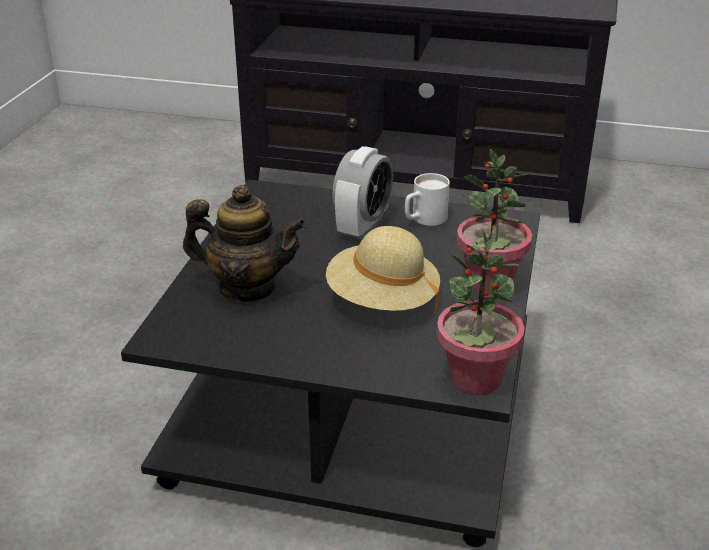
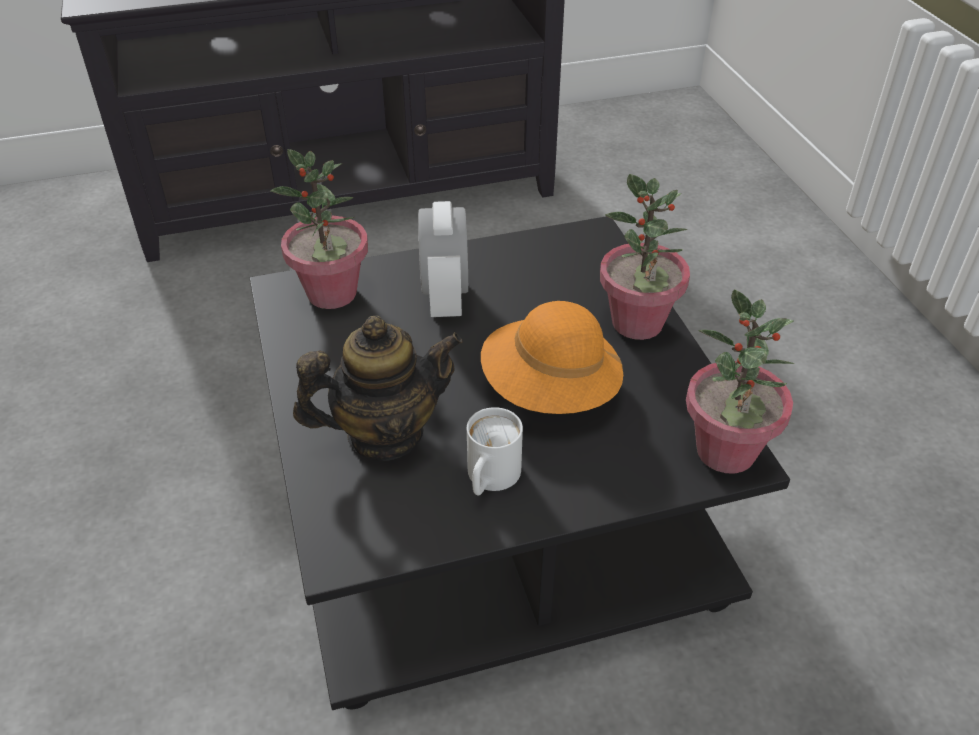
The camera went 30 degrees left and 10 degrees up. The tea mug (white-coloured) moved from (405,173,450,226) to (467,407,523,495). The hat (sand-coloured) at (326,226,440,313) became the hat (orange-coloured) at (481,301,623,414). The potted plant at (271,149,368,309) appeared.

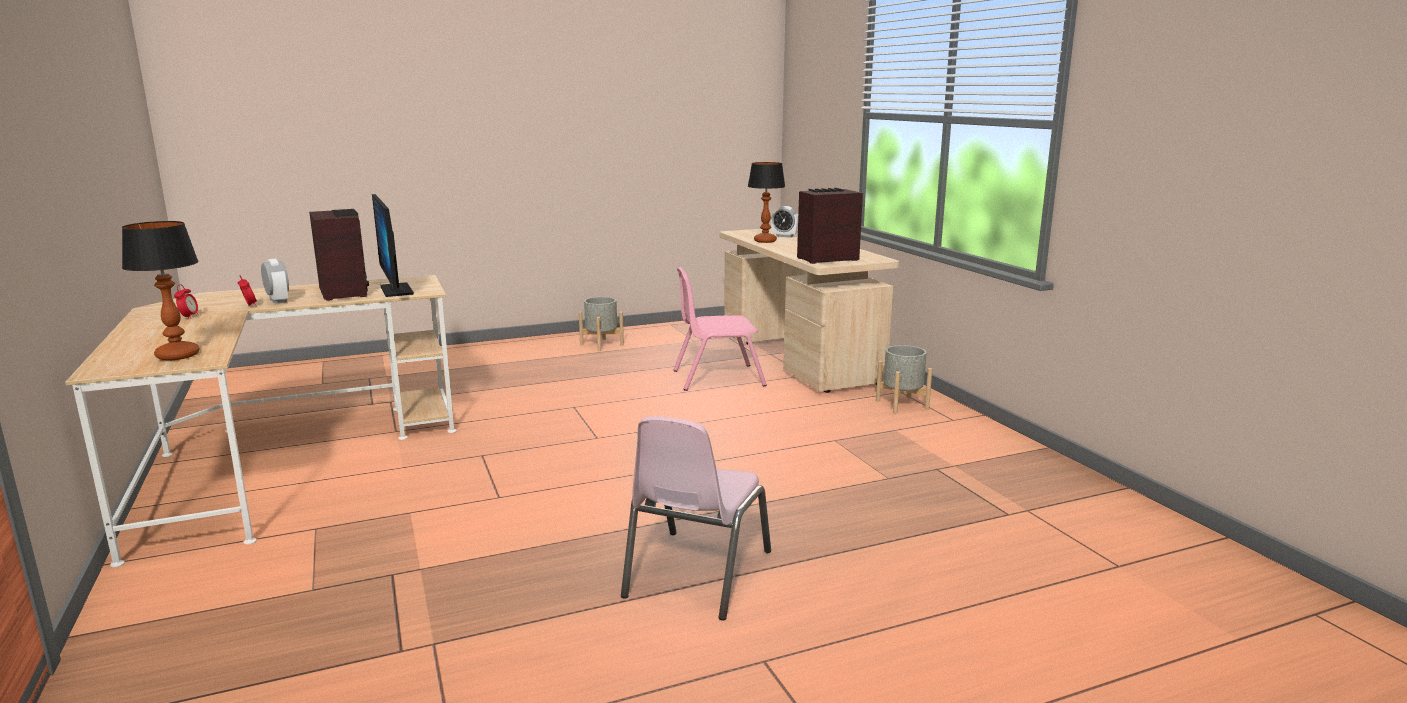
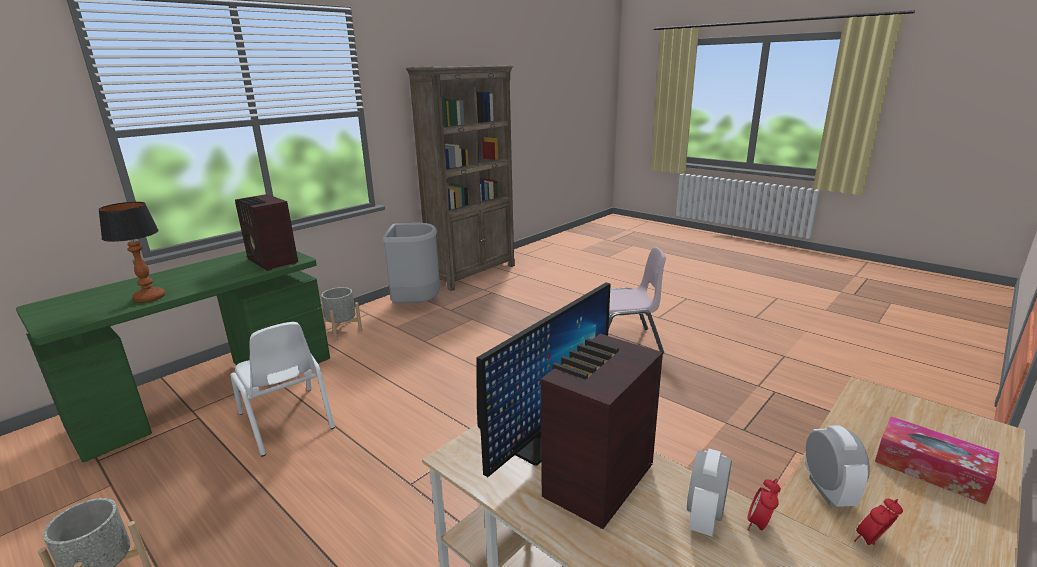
The camera went 115 degrees left and 5 degrees up. The bedside clock moved from (771,206,798,237) to (805,425,870,507). The table lamp at (122,221,200,361) disappeared. The desk table (sand-coloured) at (720,228,899,393) became the desk table (greenish) at (16,251,330,462). The plain chair (pink-coloured) at (674,267,767,391) became the plain chair (white-coloured) at (230,322,335,456). The bookshelf (brownish) at (406,65,515,291) appeared. The rubbish bin (grey) at (382,223,440,303) appeared. The box of tissues at (875,416,999,505) appeared.

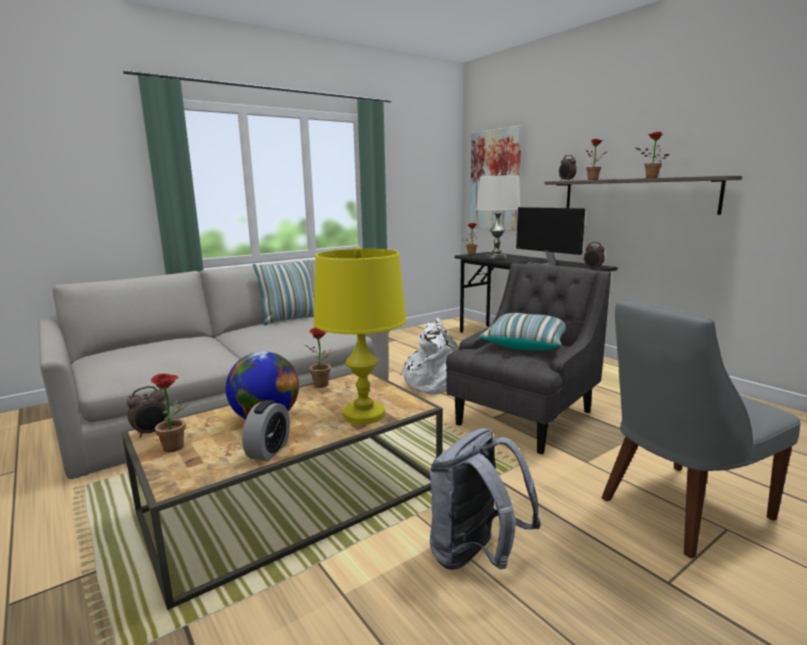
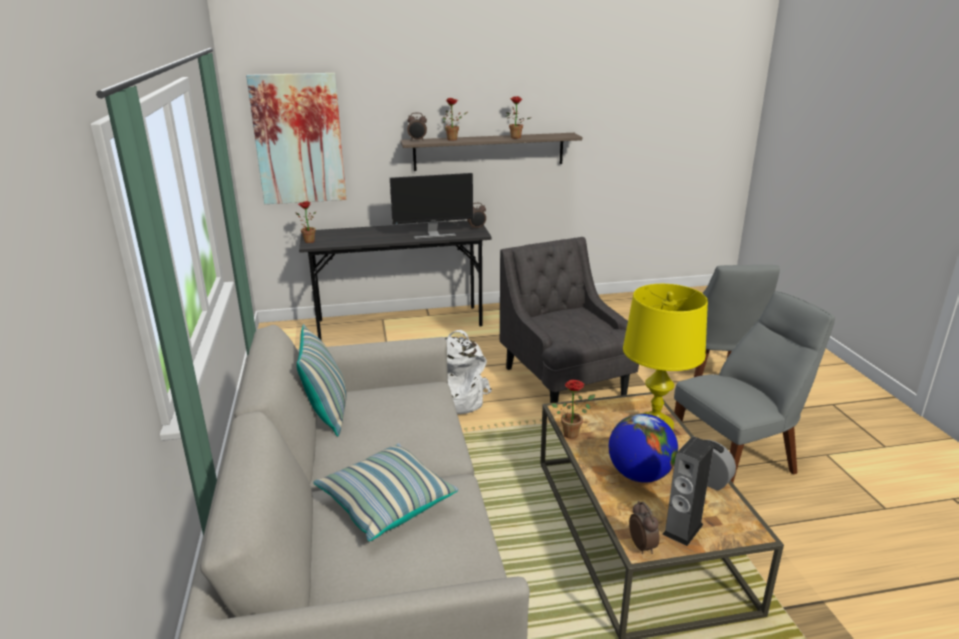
The camera went 65 degrees left and 10 degrees up. The table lamp (white-coloured) at (476,173,520,260) disappeared. The cushion moved from (479,313,566,350) to (313,443,458,541). The potted plant at (146,374,189,452) was replaced by the audio speaker at (662,436,714,546). The knapsack (grey) at (430,428,541,570) was replaced by the plain chair (grey) at (674,292,835,483).

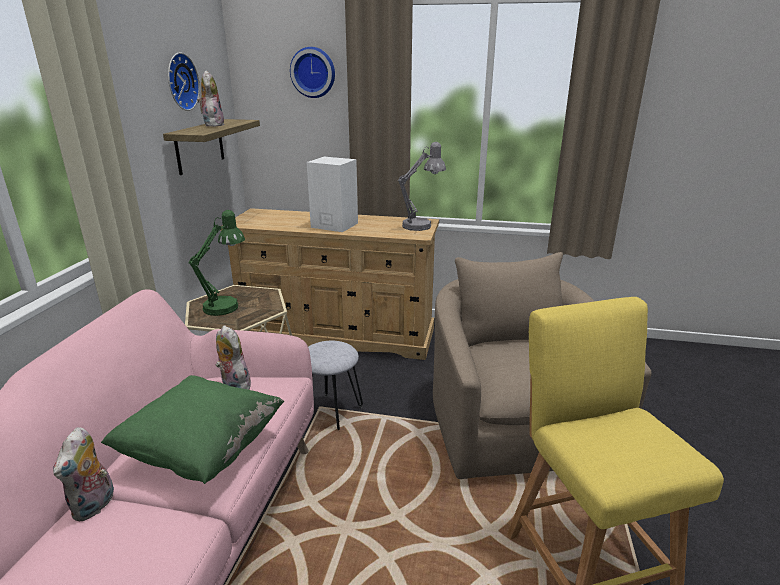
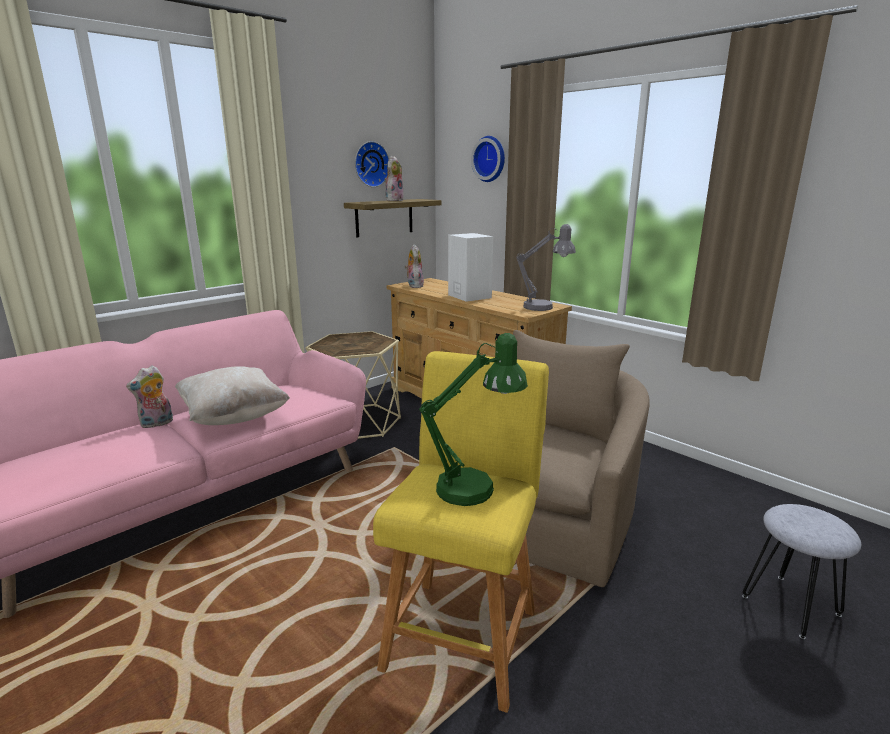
The camera went 35 degrees right and 5 degrees down. The table lamp (greenish) moved from (188,210,245,316) to (419,333,528,506). The soft toy moved from (216,325,253,390) to (405,244,424,288). The stool seat (grey) moved from (308,341,363,430) to (742,504,861,639). The cushion (greenish) at (101,375,284,484) became the cushion (sand-coloured) at (175,366,290,425).

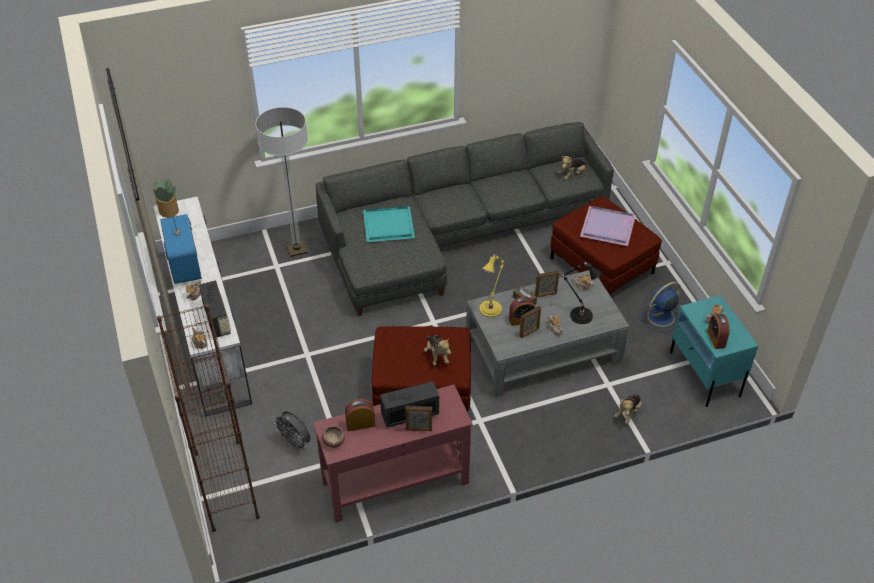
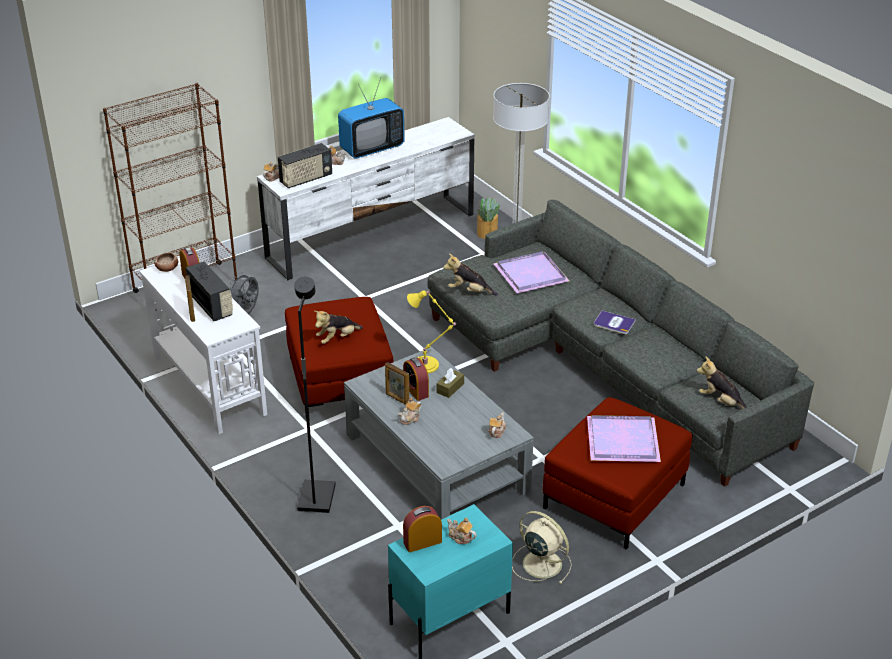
The camera went 75 degrees right and 10 degrees down. The potted plant moved from (153,179,179,218) to (477,197,500,239). The tray (turquoise-coloured) at (363,206,415,242) became the tray (purplish) at (494,251,570,293). The table lamp (blackish) at (562,262,602,324) disappeared. The standing frame at (535,271,559,297) disappeared. The electric fan (blue) at (640,282,681,333) became the electric fan (sand-coloured) at (512,511,572,584). The console table (reddish) at (313,384,473,523) became the console table (white-coloured) at (139,257,267,434). The soft toy moved from (615,394,642,424) to (444,254,498,296). The floor lamp (blackish) at (294,277,336,513) appeared. The book at (594,311,636,334) appeared.

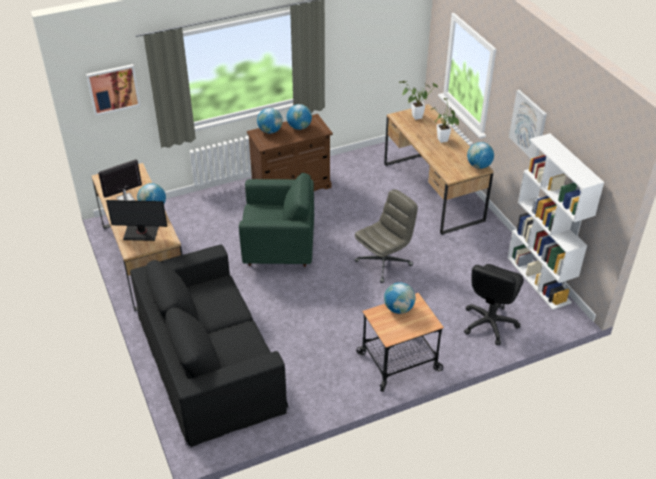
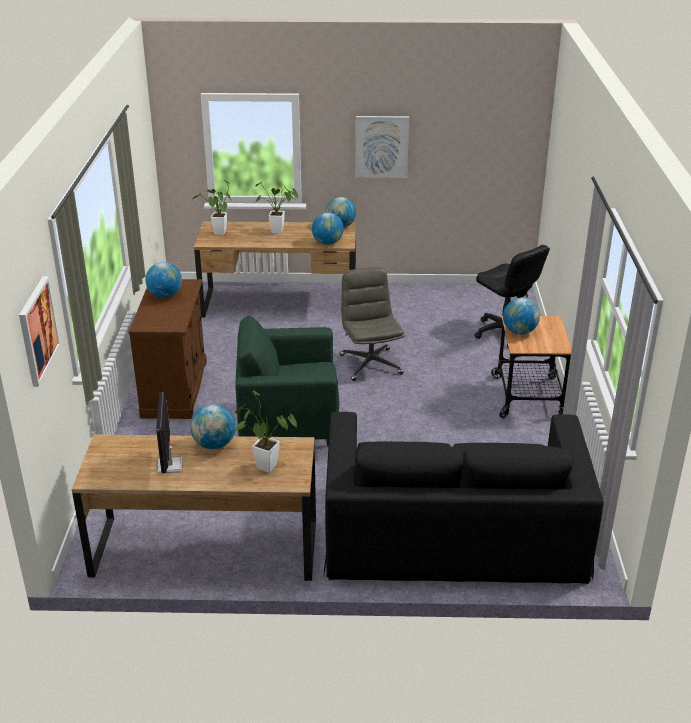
The camera went 65 degrees left and 10 degrees down. The world globe moved from (257,108,283,134) to (312,213,344,245). The bookshelf (white-coloured) at (507,133,604,310) disappeared. The easy chair (greenish) at (239,173,314,267) turned 120 degrees counterclockwise. The computer screen at (106,200,167,241) was replaced by the potted plant at (234,391,297,473).

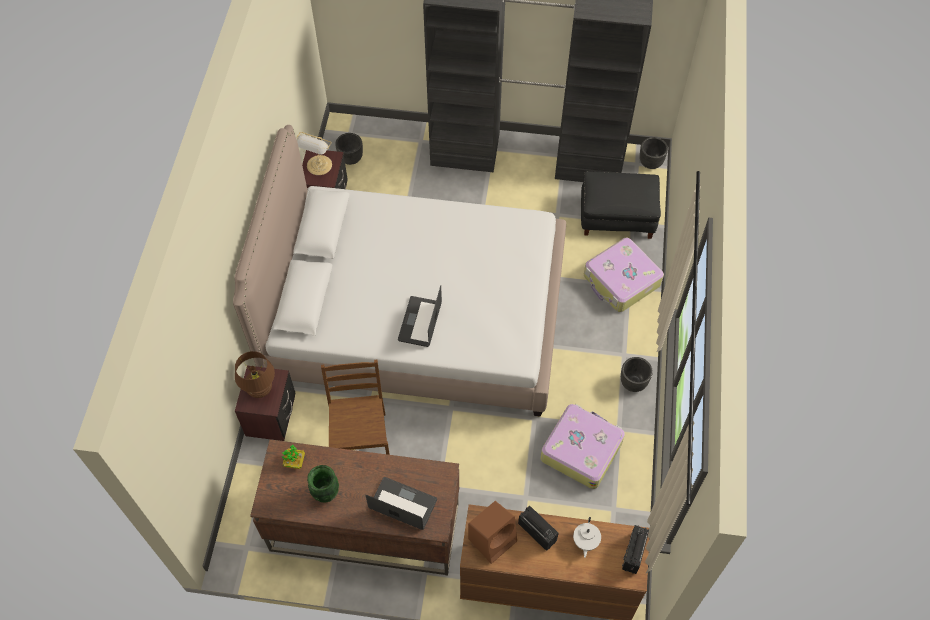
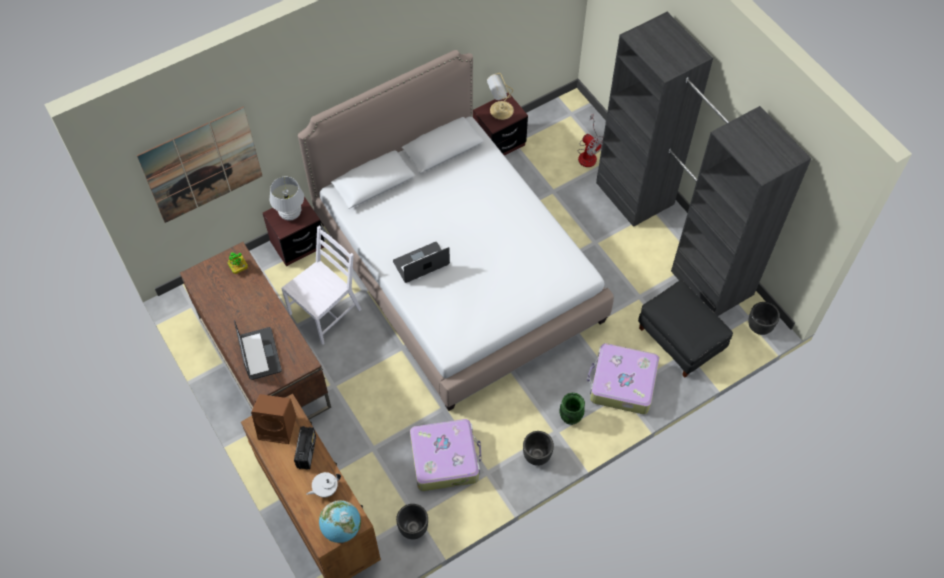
The camera went 50 degrees right and 0 degrees up. The planter (blackish) moved from (335,133,363,165) to (396,504,428,540). The table lamp (brownish) at (235,351,275,398) became the table lamp (white-coloured) at (270,177,304,221). The plain chair (brownish) at (321,360,390,455) became the plain chair (white-coloured) at (281,226,362,345). The decorative vase (greenish) moved from (307,465,339,503) to (559,393,585,425). The radio at (622,525,649,574) was replaced by the world globe at (319,500,361,543). The wall picture at (137,106,262,223) appeared. The electric fan at (578,113,603,167) appeared.

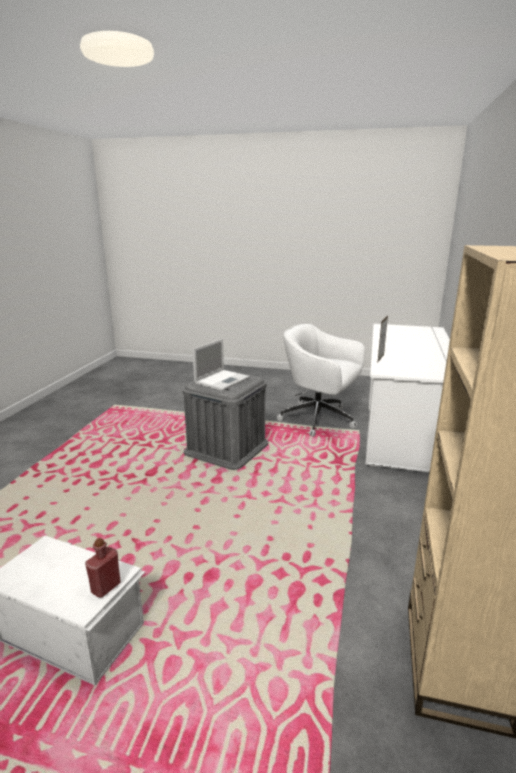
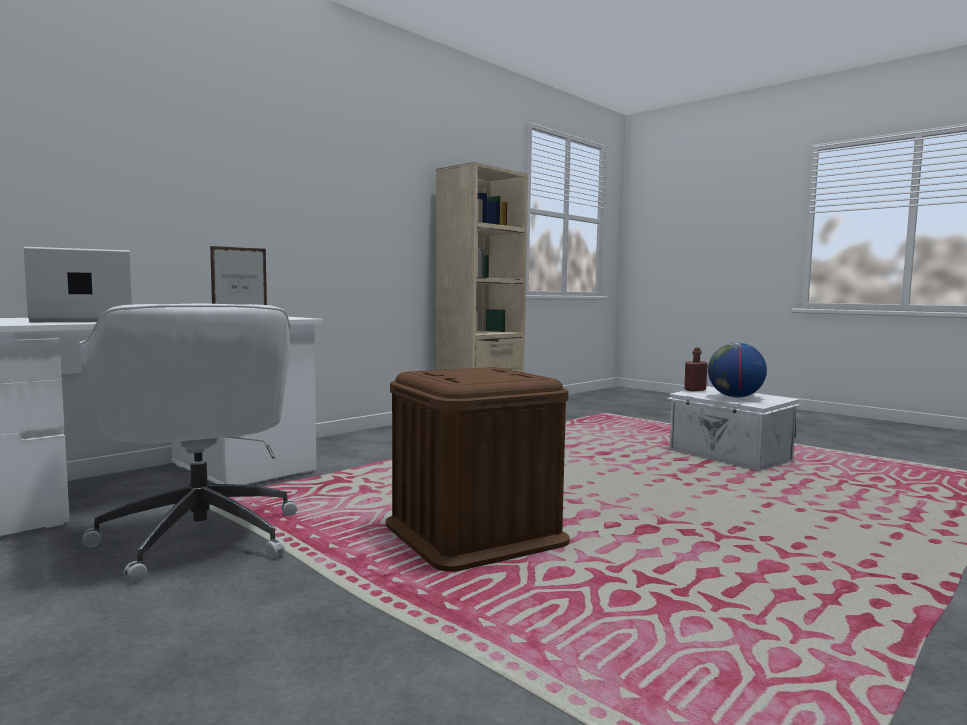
The camera went 150 degrees left and 15 degrees down. The laptop moved from (193,339,250,391) to (24,247,132,322). The storage bin (grey) at (182,371,268,470) became the storage bin (brownish) at (386,367,570,572). The world globe at (708,343,767,398) appeared.

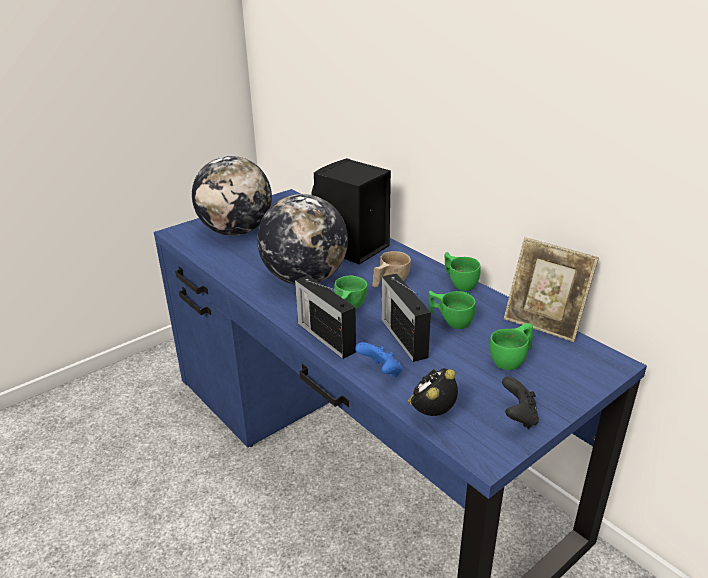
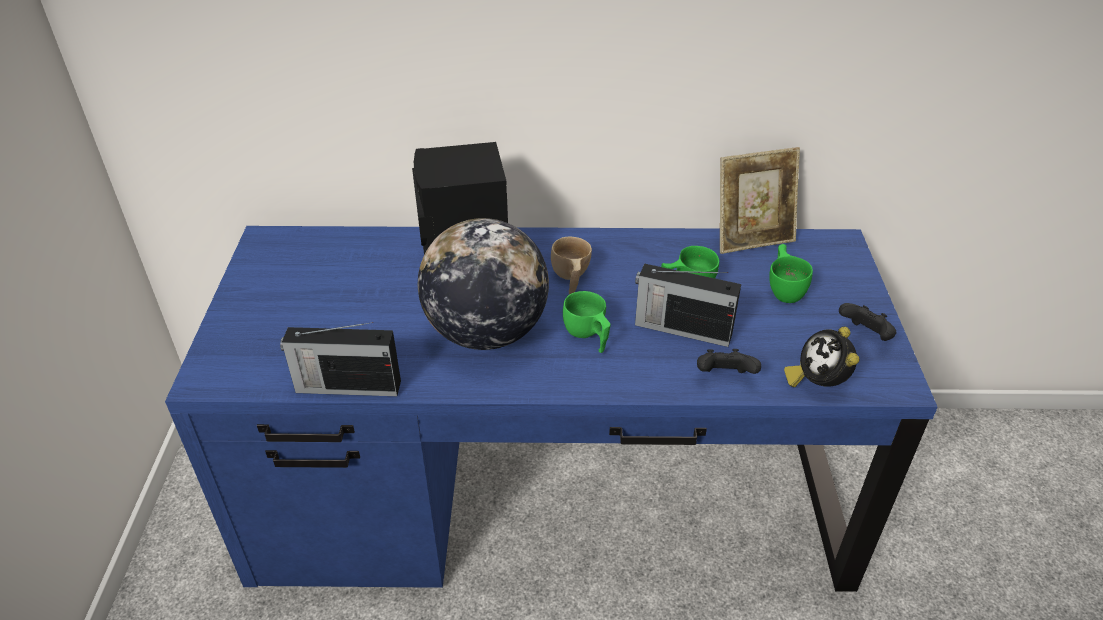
The camera went 50 degrees left and 10 degrees up. The world globe at (192,156,272,236) disappeared. The drinking cup (greenish) at (445,252,481,291) disappeared. The radio moved from (295,275,356,359) to (280,322,401,396). The gamepad (blue) at (355,342,403,377) became the gamepad (blackish) at (697,349,761,374).

